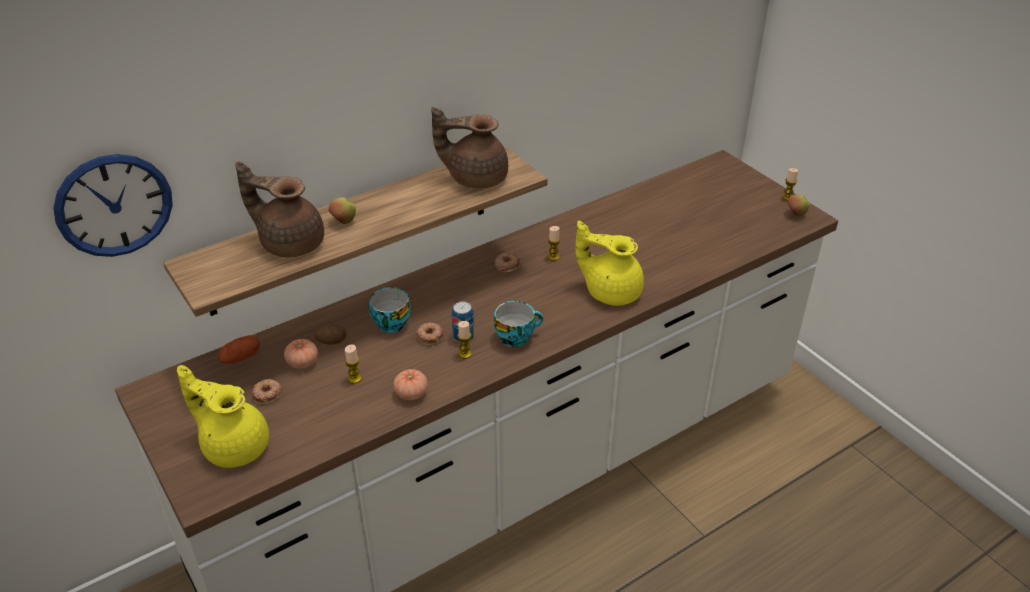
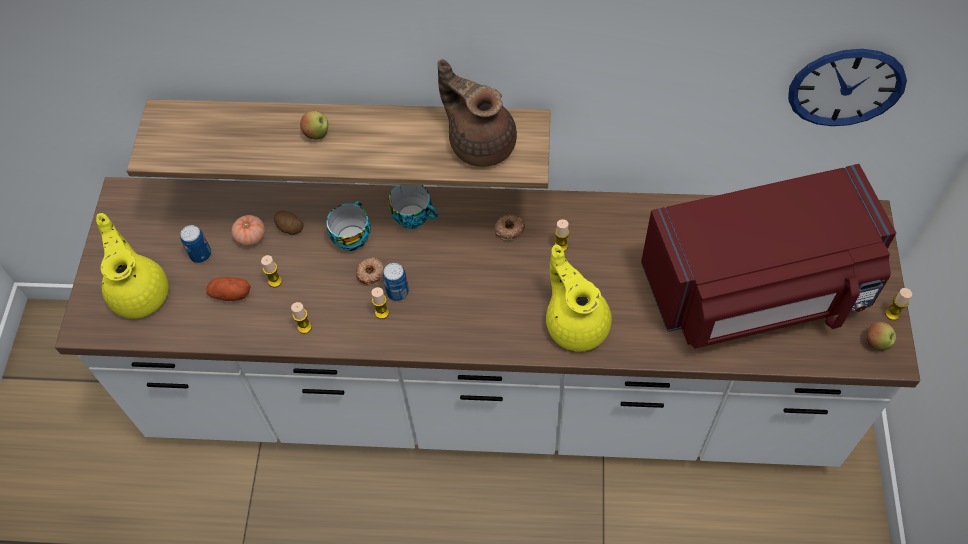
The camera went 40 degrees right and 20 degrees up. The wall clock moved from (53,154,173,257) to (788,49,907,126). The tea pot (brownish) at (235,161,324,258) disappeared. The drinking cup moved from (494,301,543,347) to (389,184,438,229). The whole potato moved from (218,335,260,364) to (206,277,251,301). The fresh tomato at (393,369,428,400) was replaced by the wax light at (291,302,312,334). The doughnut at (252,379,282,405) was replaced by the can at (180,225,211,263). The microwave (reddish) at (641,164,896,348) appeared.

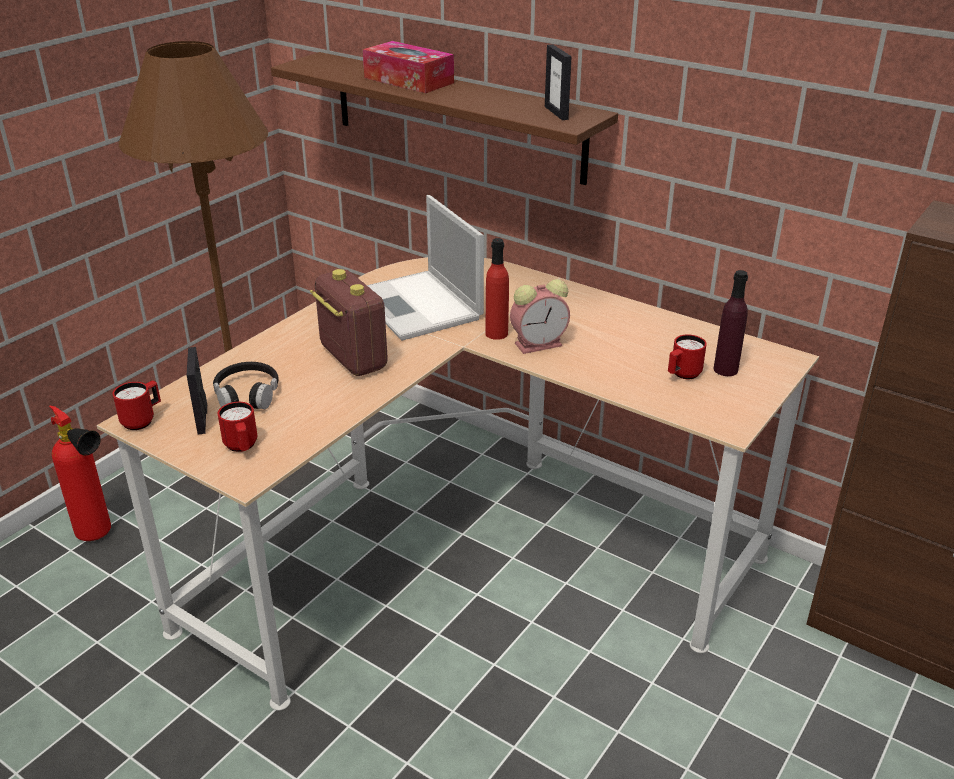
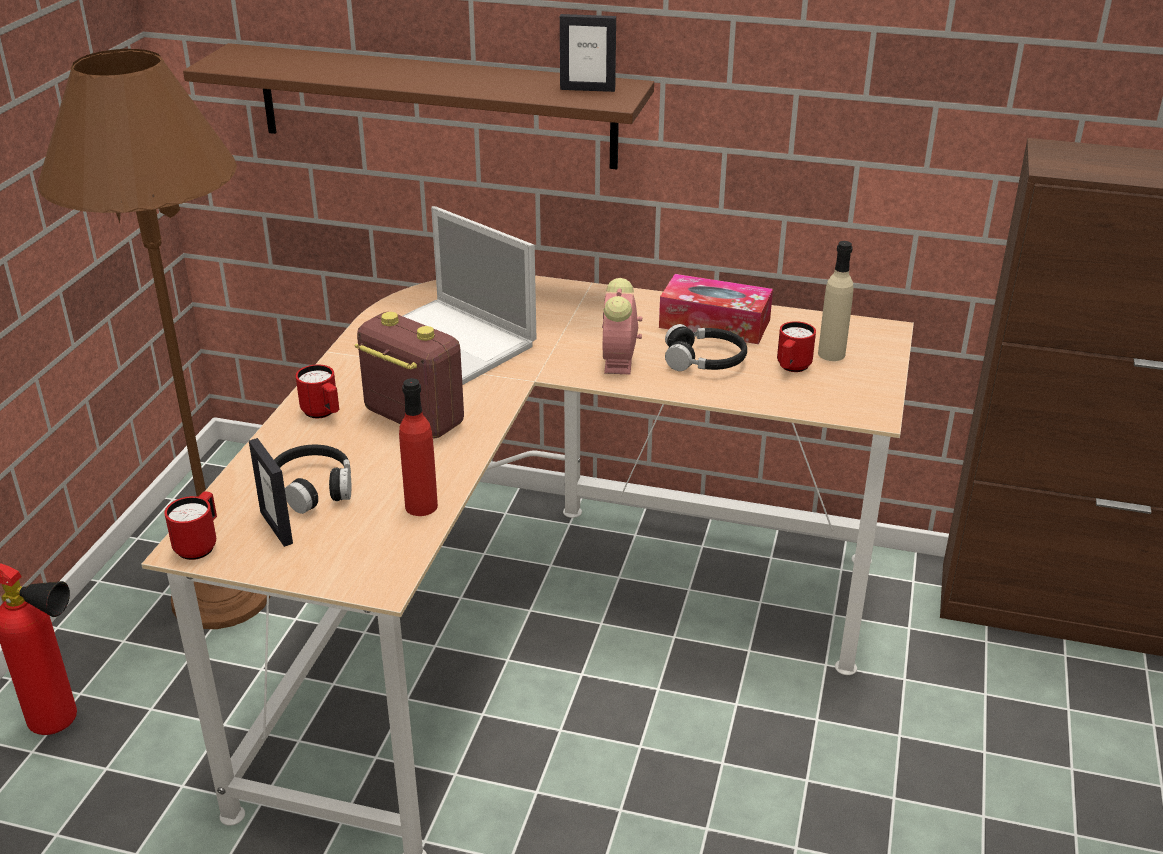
The camera went 20 degrees left and 0 degrees up. The box of tissues moved from (363,41,454,93) to (659,274,773,344). The standing frame at (545,44,572,120) turned 45 degrees counterclockwise. The drink bottle (reddish) moved from (485,238,509,340) to (399,378,438,516). The drink bottle (purplish) at (714,270,748,376) became the drink bottle (sand-coloured) at (818,241,853,361). The bedside clock at (510,279,570,354) turned 135 degrees clockwise. The tea mug (reddish) moved from (217,402,257,452) to (296,364,339,418). The pair of headphones (blackish) at (665,324,747,371) appeared.

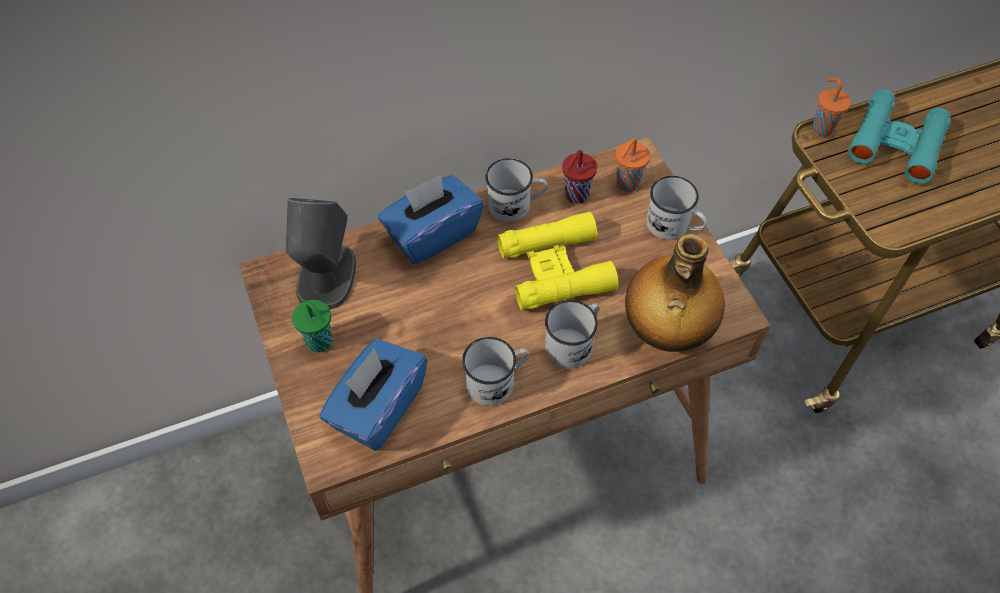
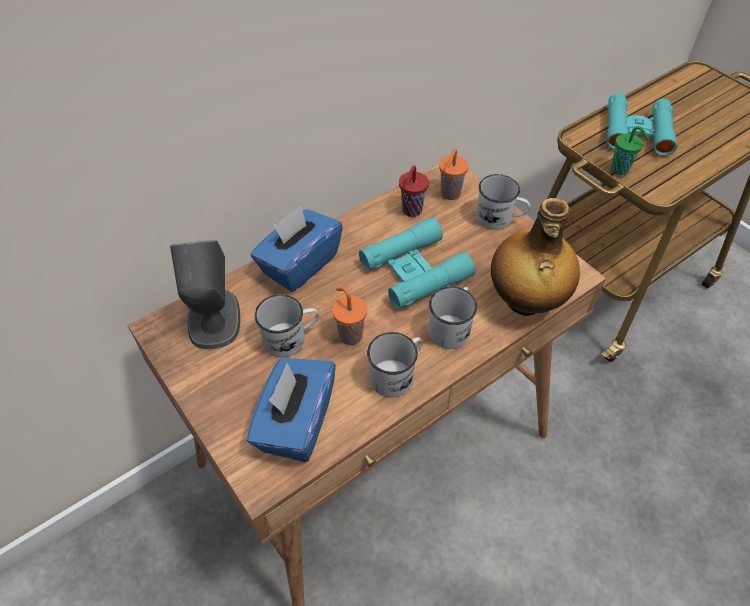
The camera went 15 degrees left and 5 degrees down. The drinking cup (orange-coloured) moved from (812,78,851,136) to (332,287,367,345). The tea mug (white-coloured) moved from (485,158,548,222) to (254,294,319,357). The pair of binoculars (yellow) at (497,212,619,310) became the pair of binoculars (turquoise-coloured) at (359,217,475,309). The drinking cup (greenish) moved from (292,300,332,352) to (610,126,649,175).

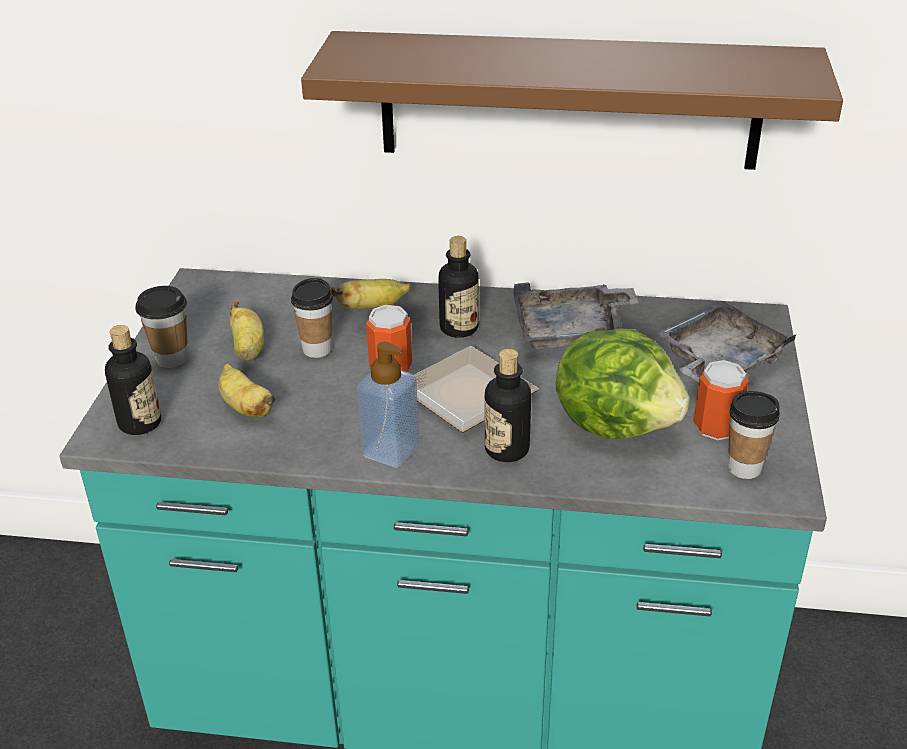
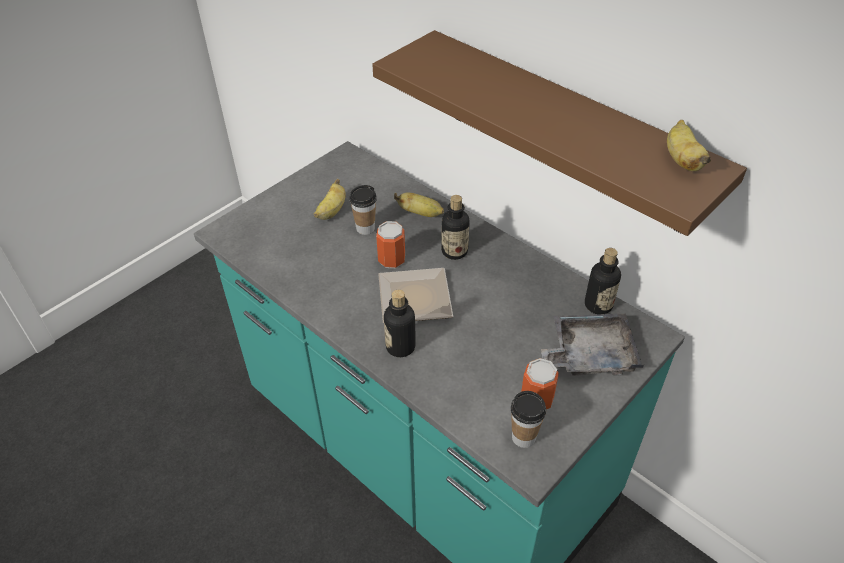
The camera went 35 degrees right and 10 degrees up. The tray (grey) at (513,283,639,349) disappeared. The drinking cup at (135,286,188,368) disappeared. The drink bottle moved from (105,325,161,435) to (585,248,621,315). The lettuce at (556,329,690,439) disappeared. The soap bottle at (356,342,419,468) disappeared. The whole banana moved from (218,363,276,417) to (667,120,711,171).

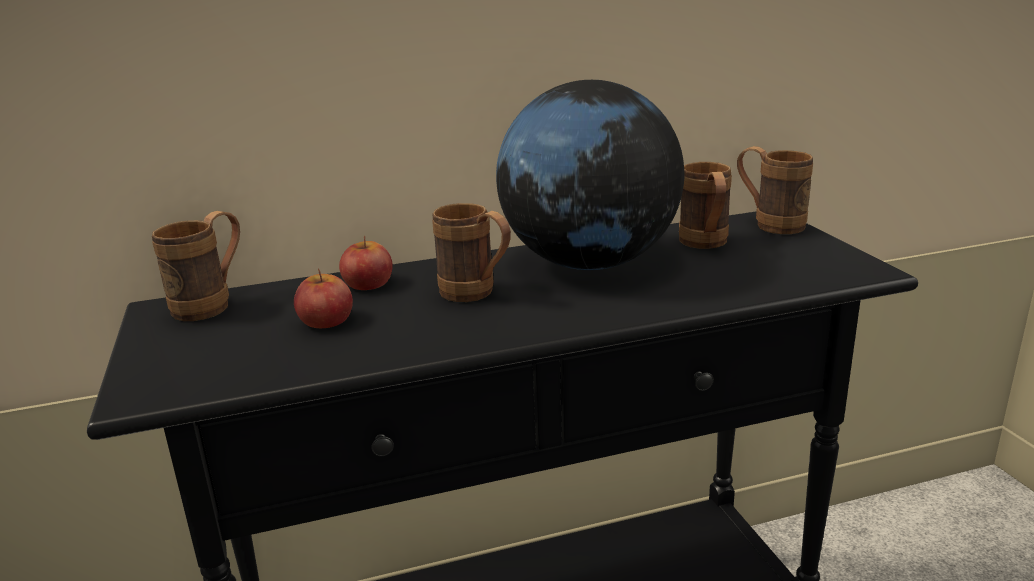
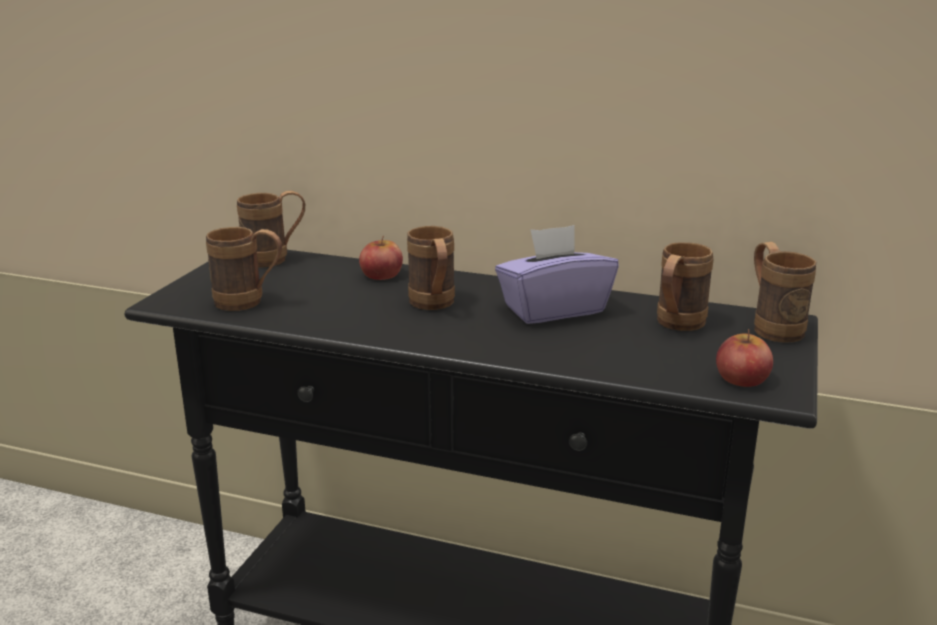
The camera went 35 degrees right and 0 degrees up. The world globe at (496,80,684,270) was replaced by the box of tissues (purplish) at (495,225,619,324). The apple moved from (294,268,353,328) to (716,329,773,387). The tea mug (brownish) at (206,227,282,311) appeared.

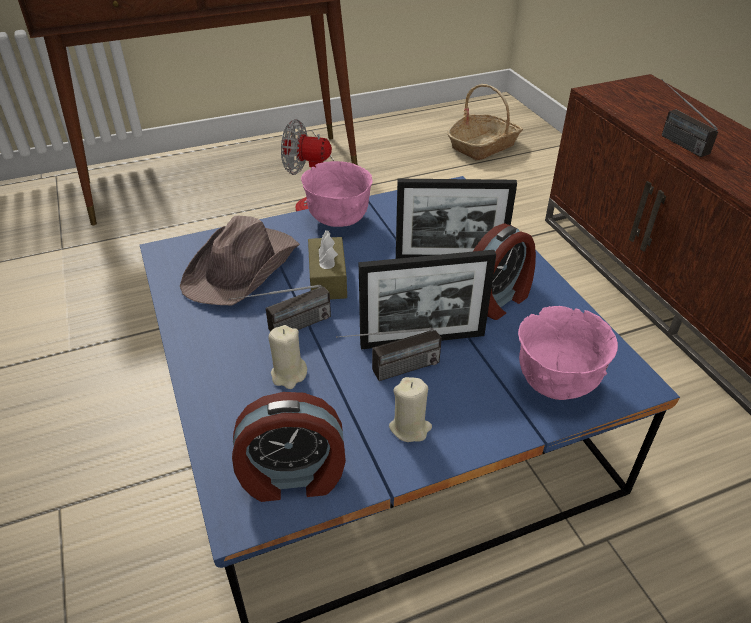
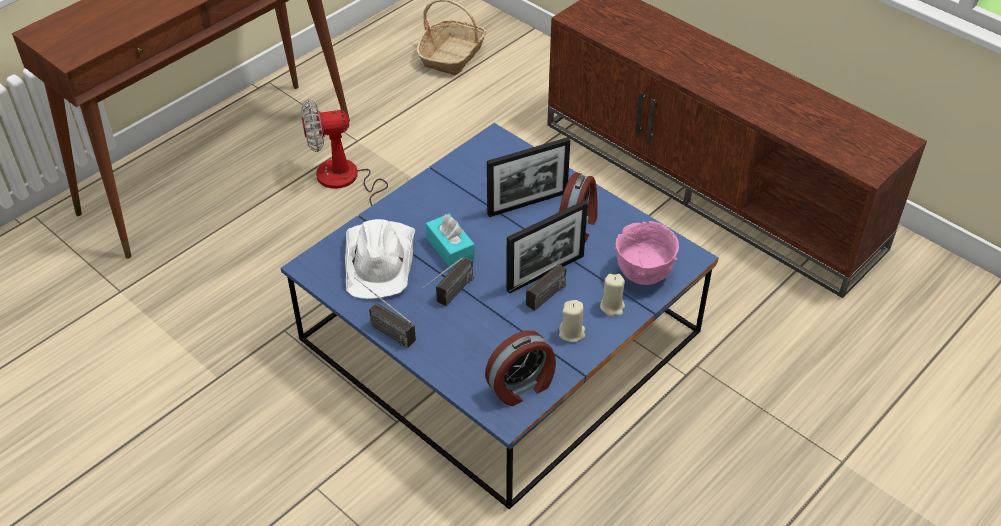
The camera went 25 degrees left and 5 degrees up. The radio moved from (661,79,718,157) to (355,278,416,348). The bowl (pink-coloured) at (301,161,373,227) disappeared. The hat (brownish) at (180,216,300,305) became the hat (white-coloured) at (345,219,415,299). The box of tissues (brownish) at (308,230,347,299) became the box of tissues (turquoise-coloured) at (426,214,475,270). The wax light (sand-coloured) moved from (268,325,307,389) to (600,274,625,316).

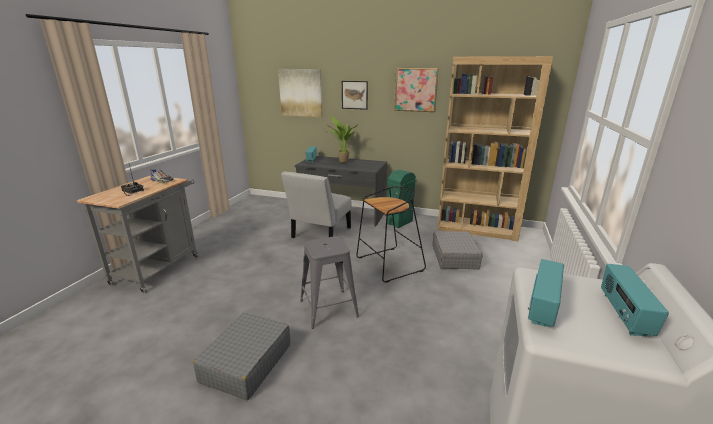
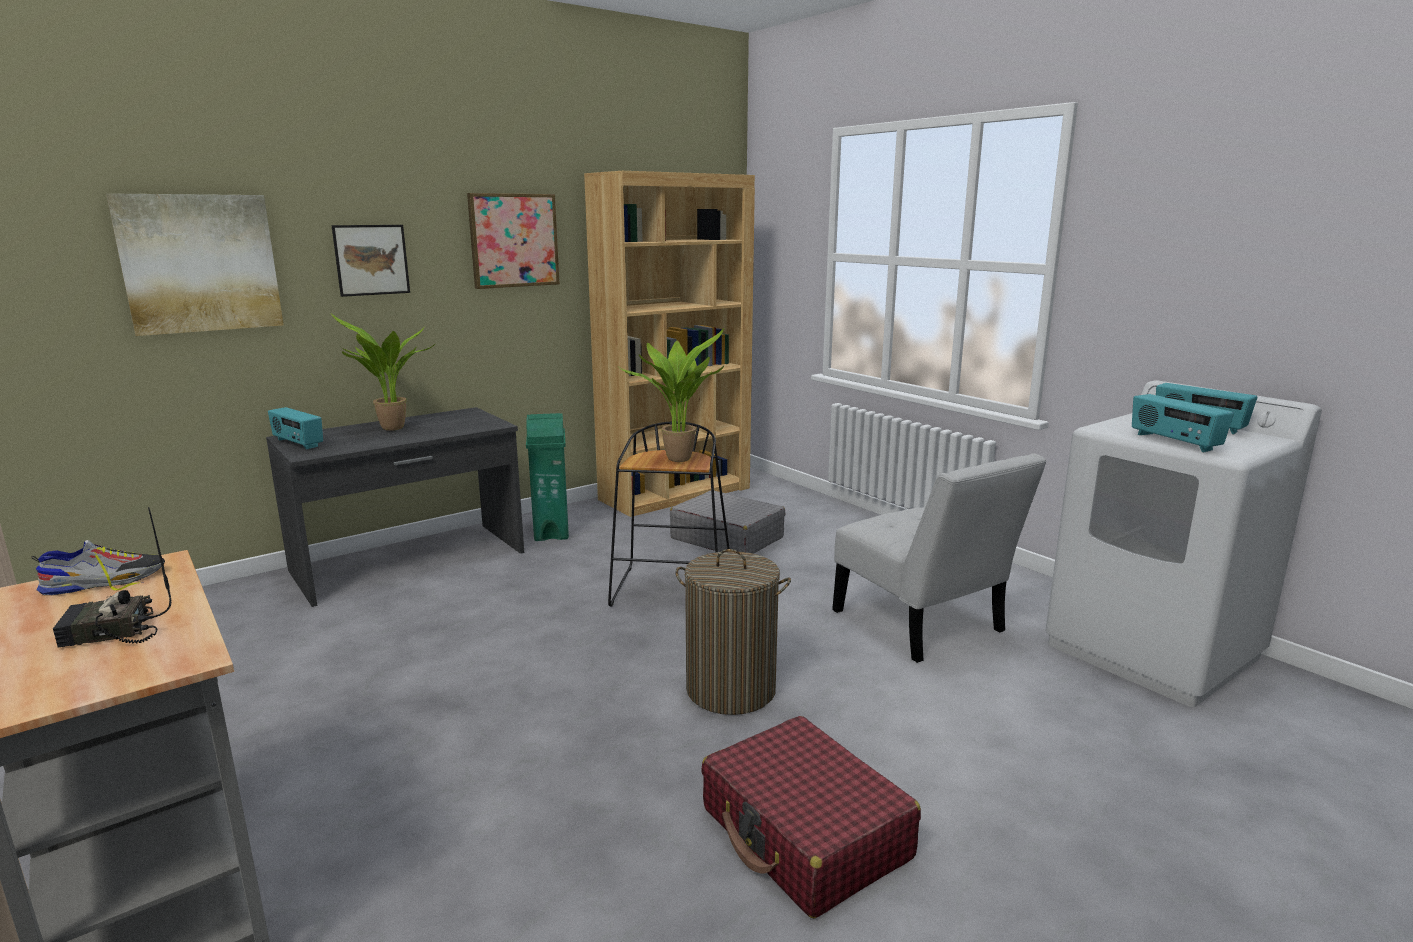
The camera went 55 degrees left and 5 degrees down. The plain chair (white-coloured) moved from (281,171,351,238) to (832,453,1047,663). The stool seat (grey) at (300,236,359,329) was replaced by the washing basket at (676,549,791,715). The piece of luggage (grey) at (193,313,290,400) became the piece of luggage (reddish) at (701,716,921,918). The potted plant at (619,328,724,462) appeared.

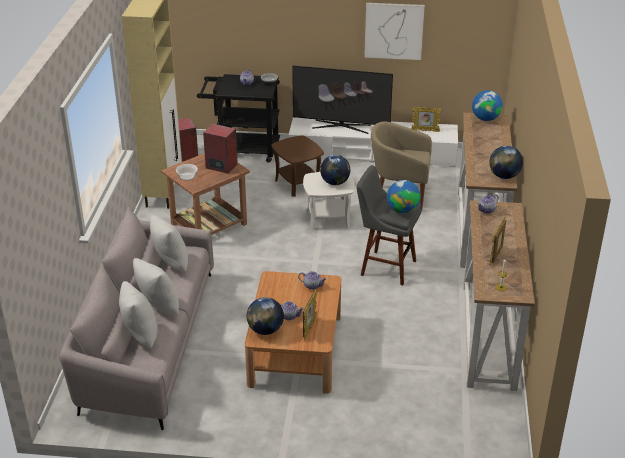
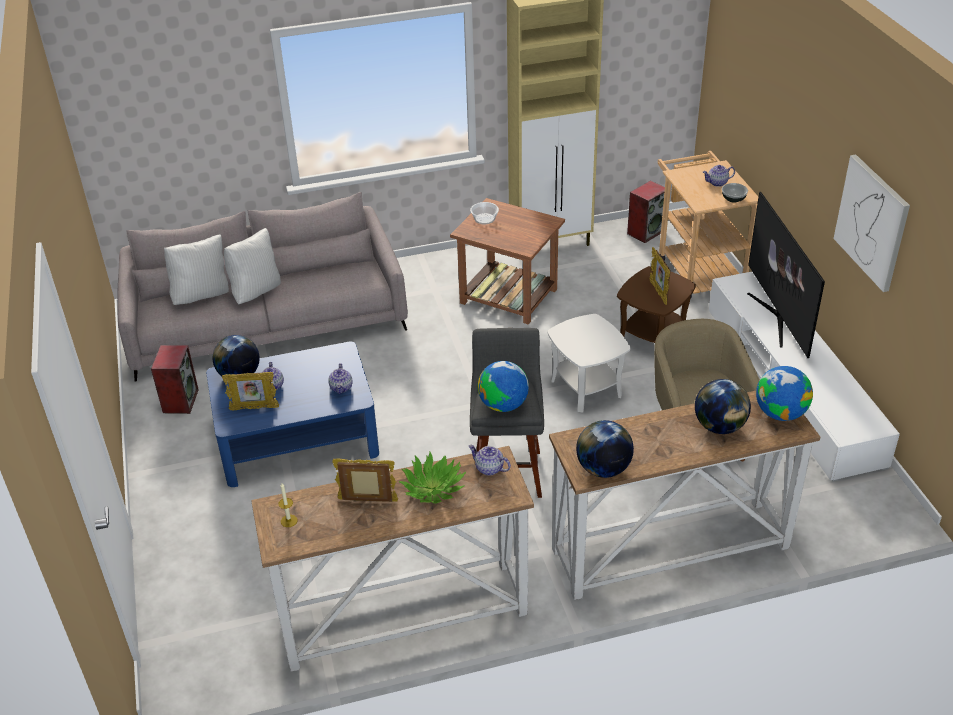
The camera went 70 degrees right and 5 degrees up. The wheeled cart (blackish) at (197,74,280,163) became the wheeled cart (sand-coloured) at (658,151,758,299). The standing frame moved from (411,107,441,132) to (649,247,671,305). The audio speaker moved from (203,124,238,174) to (151,345,199,414). The world globe moved from (320,155,350,185) to (695,379,751,434). The cushion (white-coloured) at (150,215,188,272) disappeared. The lounge table (brownish) at (245,271,341,394) became the lounge table (blue) at (206,341,379,487). The potted plant at (399,452,466,504) appeared.

